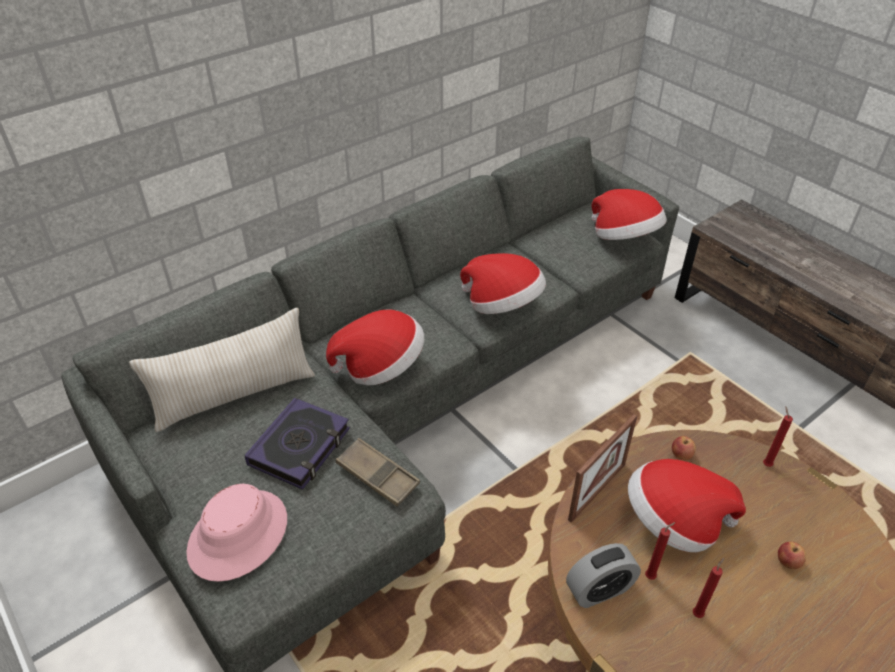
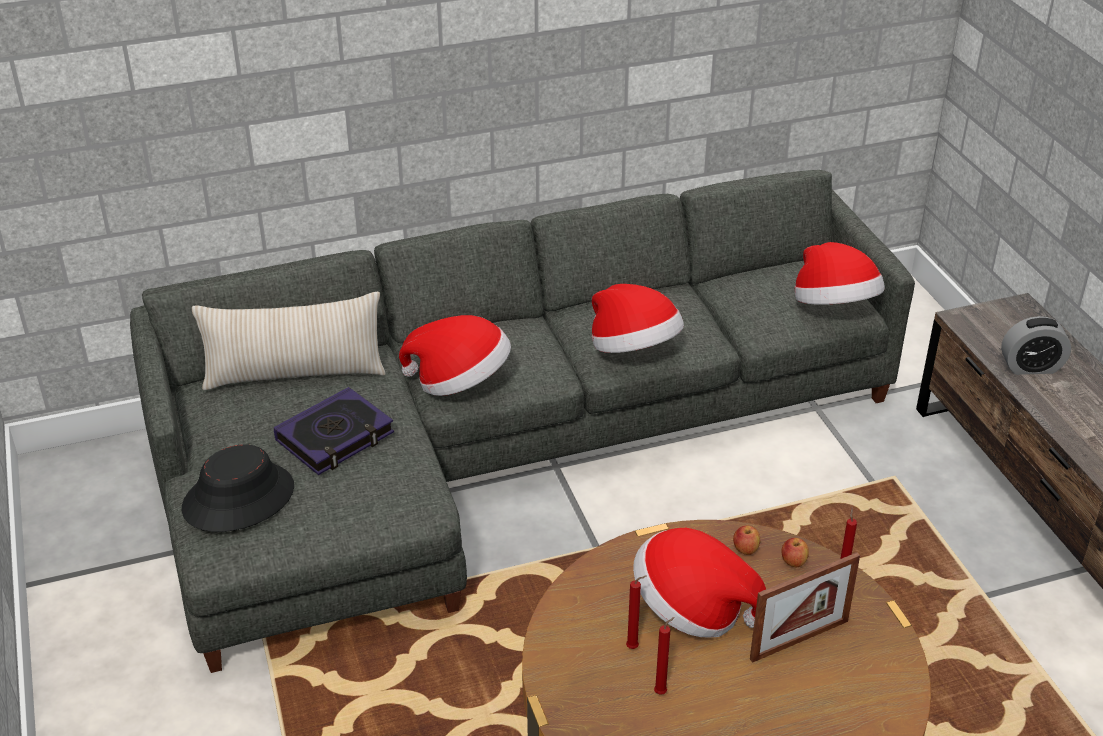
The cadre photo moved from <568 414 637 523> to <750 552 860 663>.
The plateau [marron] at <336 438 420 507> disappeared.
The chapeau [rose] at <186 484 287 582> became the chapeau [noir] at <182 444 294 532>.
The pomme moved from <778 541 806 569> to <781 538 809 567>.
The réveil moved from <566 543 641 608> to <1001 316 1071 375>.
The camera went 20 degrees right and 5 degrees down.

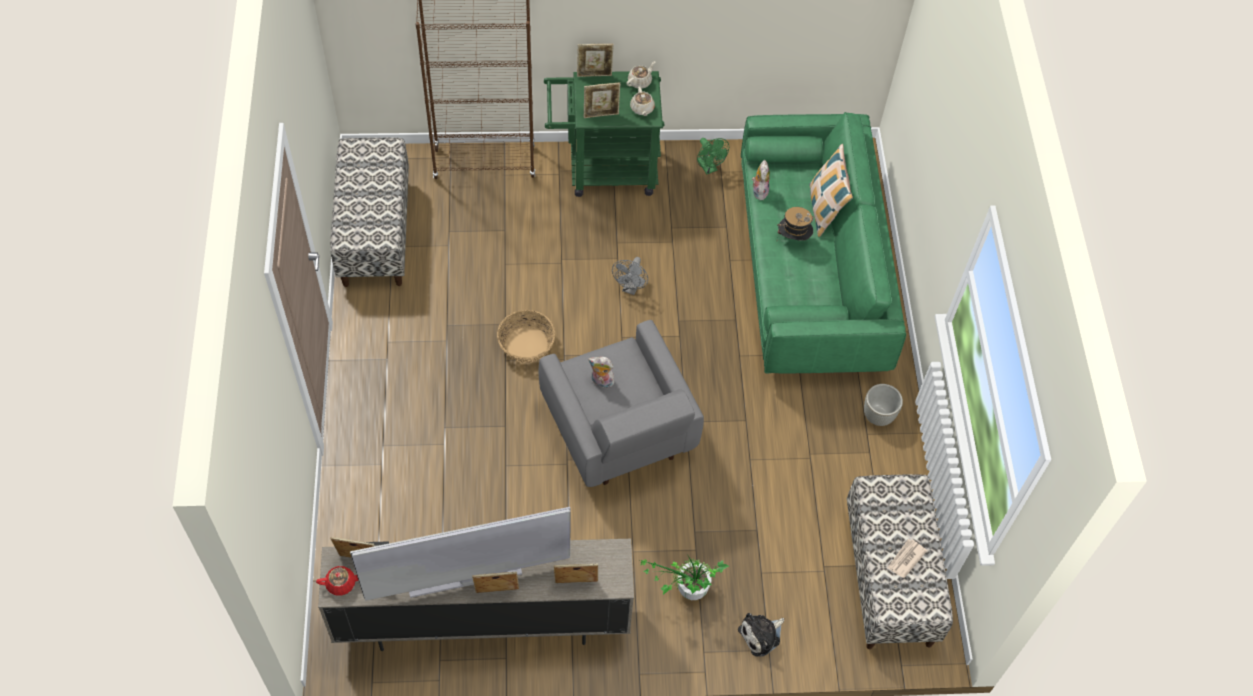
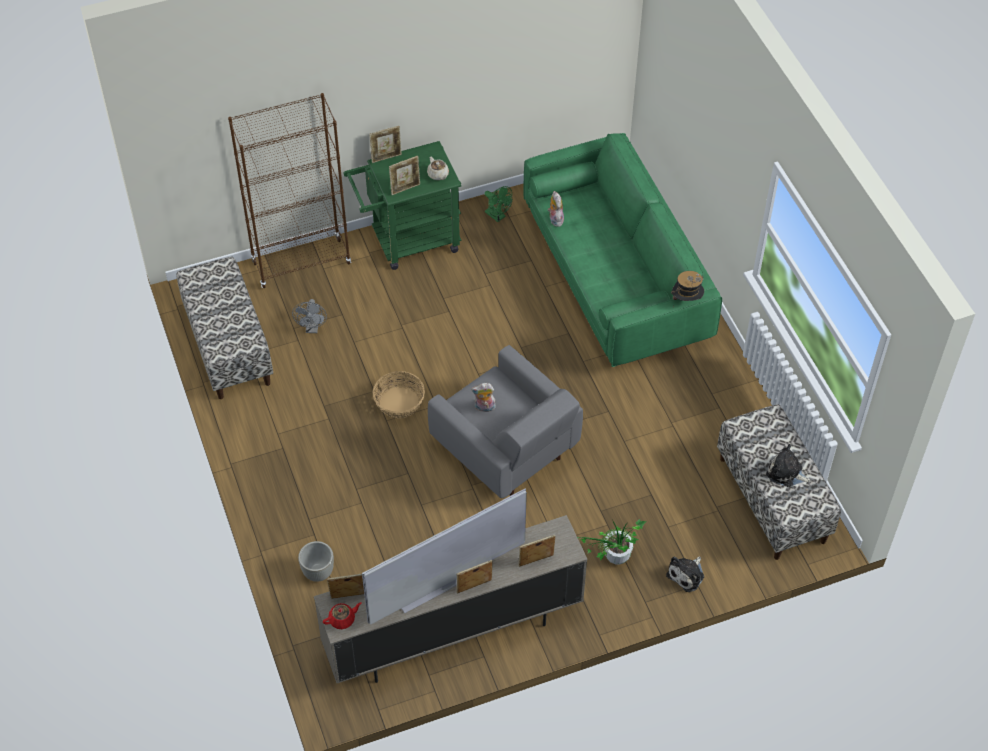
The théière [beige] at <626 61 655 89> disappeared.
The coussin at <809 144 853 237> disappeared.
The chapeau moved from <777 207 814 240> to <671 271 704 307>.
The ventilateur [gris] moved from <612 257 648 295> to <292 299 327 333>.
The cache-pot [gris] moved from <864 384 903 426> to <298 541 334 582>.
The journal at <887 539 927 578> was replaced by the peluche at <766 444 811 487>.
The camera went 15 degrees left and 5 degrees down.

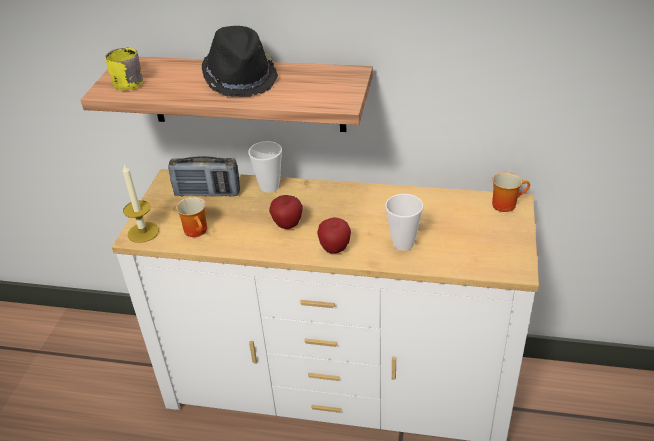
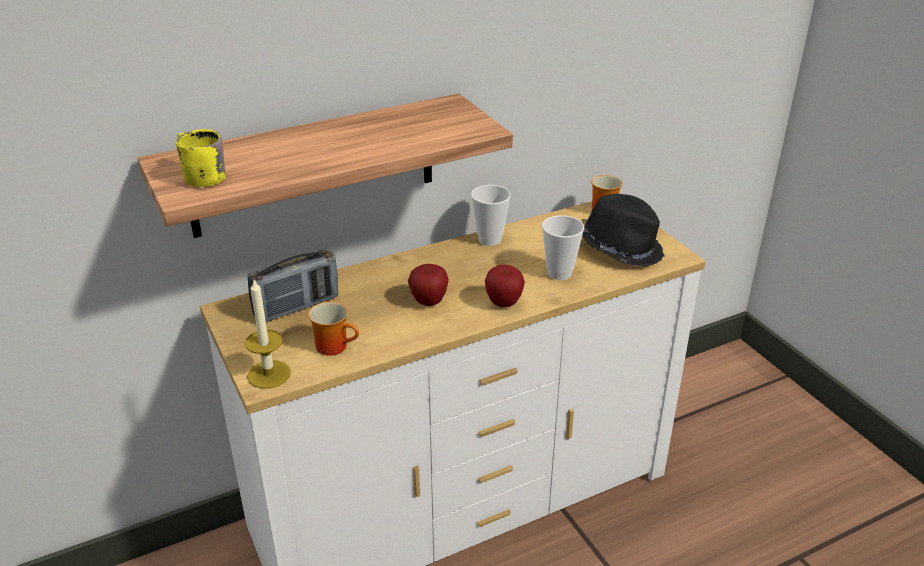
The chapeau [noir] moved from <202 26 278 97> to <581 194 665 267>.
The tasse moved from <248 141 282 192> to <471 185 511 246>.
The camera went 40 degrees left and 5 degrees down.

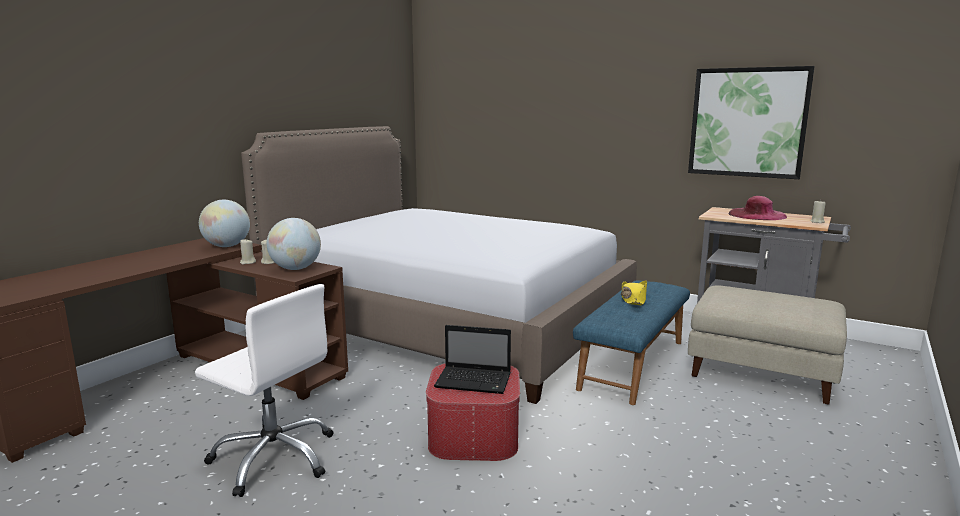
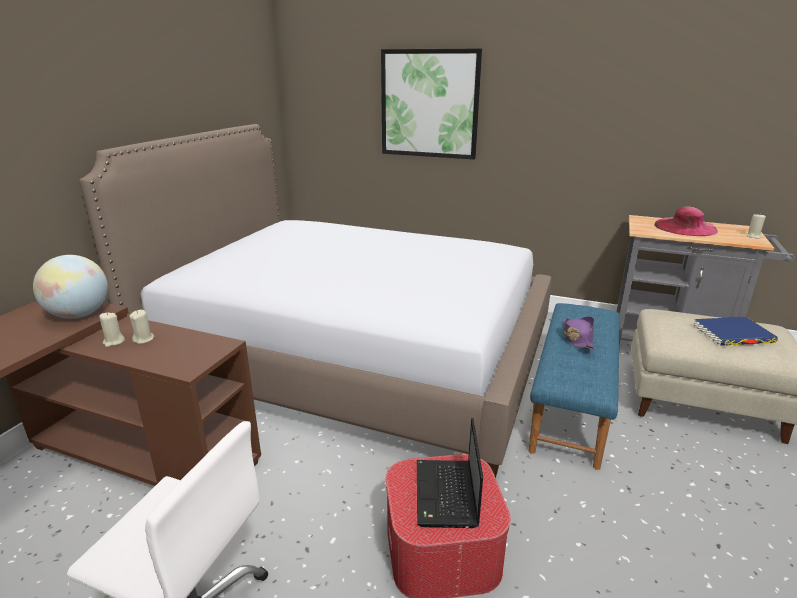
The tableau moved from <688 66 815 179> to <381 48 482 159>.
The globe at <267 218 321 270> disappeared.
The chapeau [jaune] at <621 280 647 305> became the chapeau [violet] at <563 316 595 350>.
The ordinateur portable at <434 325 511 394> turned 90 degrees clockwise.
The livre [bleu] at <693 317 778 346> appeared.
The camera went 10 degrees left and 10 degrees up.

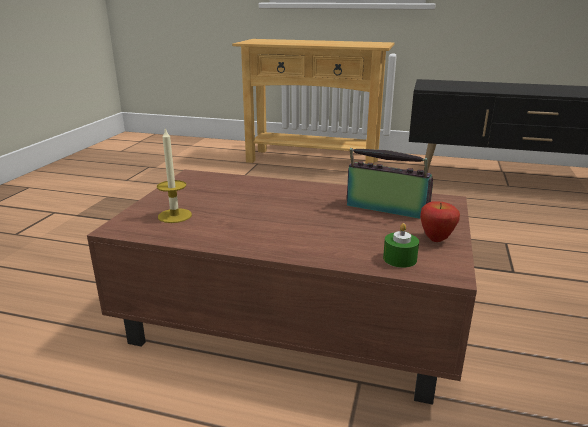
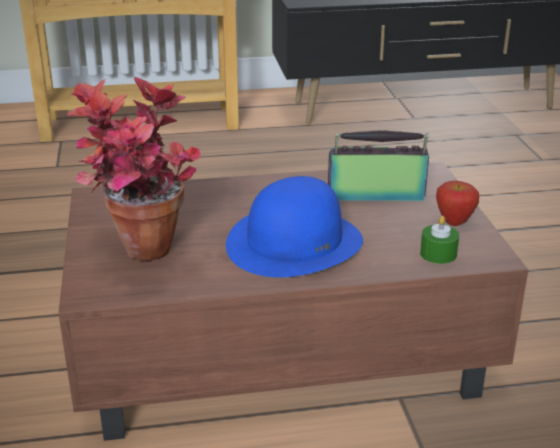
The bougie at <157 127 192 223> was replaced by the plante en pot at <67 77 201 261>.
The chapeau [bleu] at <226 176 363 277> appeared.
The camera went 25 degrees left and 5 degrees up.

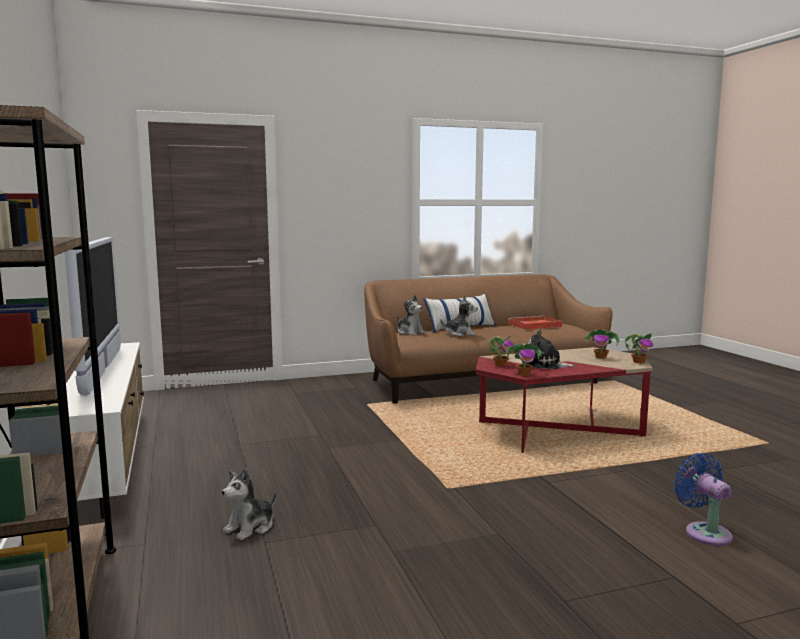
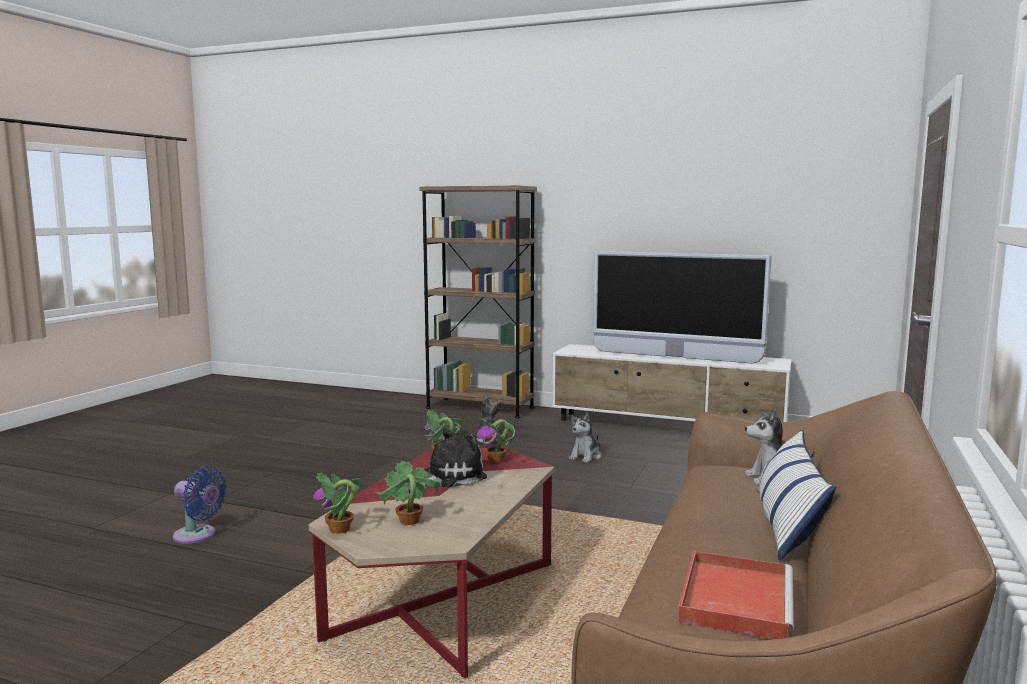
The peluche moved from <440 295 478 336> to <569 412 602 463>.
The camera went 130 degrees right and 0 degrees up.

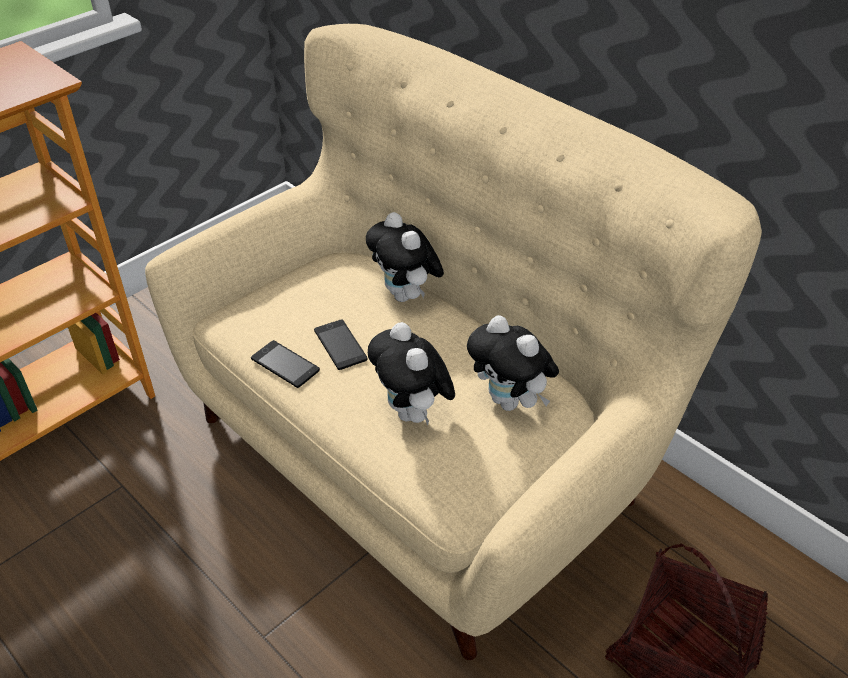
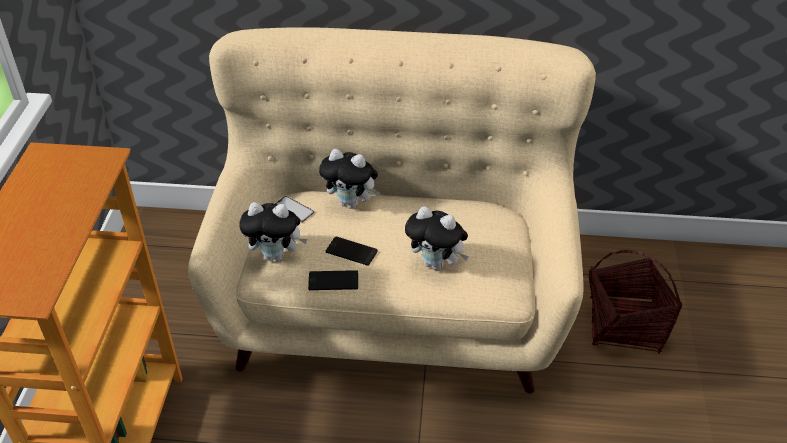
The peluche moved from <467 315 559 411> to <239 202 308 262>.
The téléphone at <275 196 314 222> appeared.
The camera went 40 degrees left and 0 degrees up.

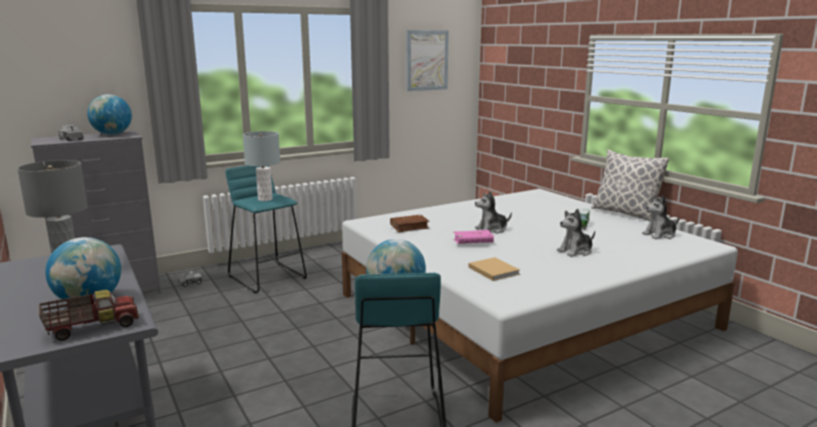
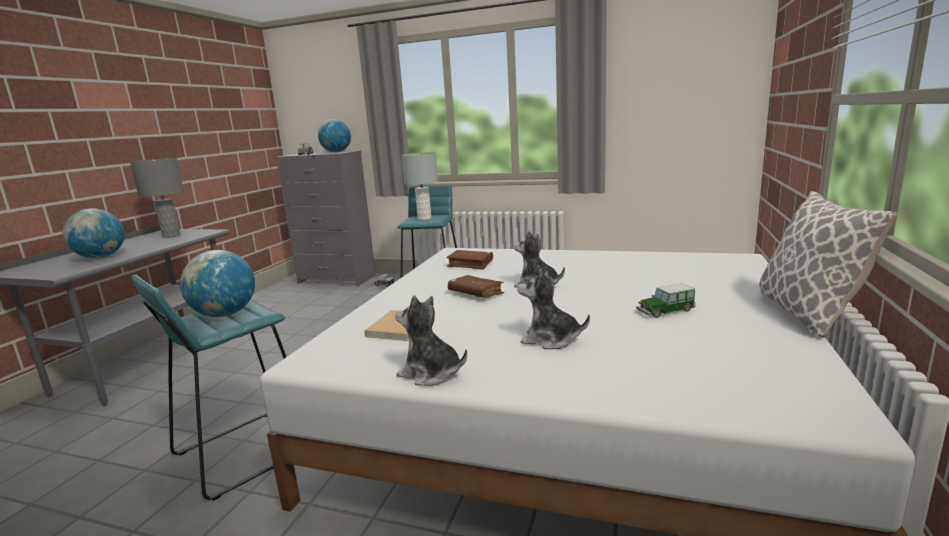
The tableau at <407 30 449 91> disappeared.
The peluche moved from <642 195 679 239> to <395 295 467 386>.
The livre [rose] at <454 230 494 244> became the livre [marron] at <448 275 504 298>.
The camion jouet at <39 290 139 341> disappeared.
The camera went 50 degrees right and 0 degrees up.

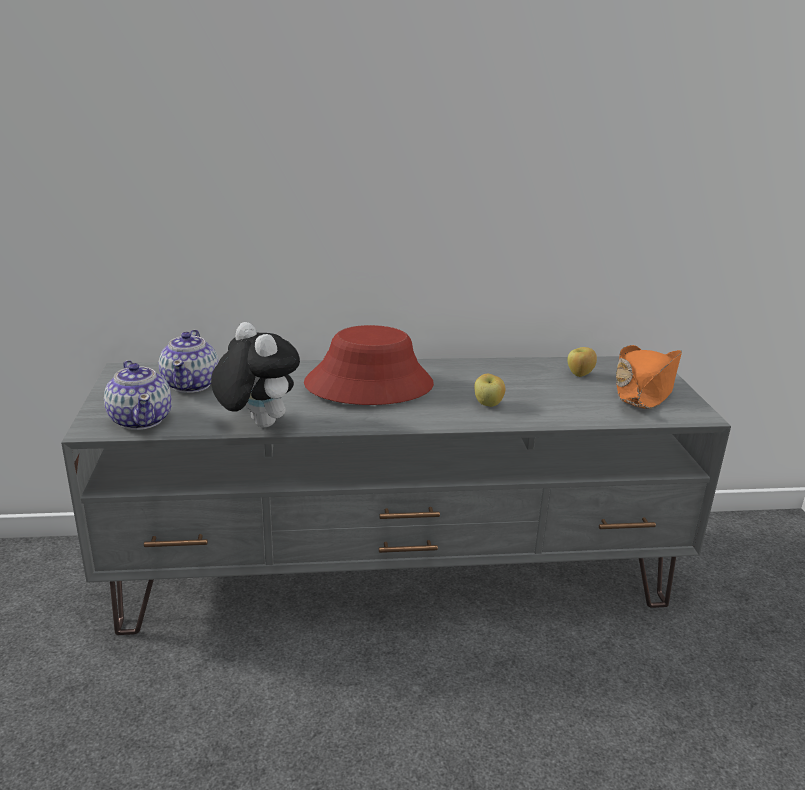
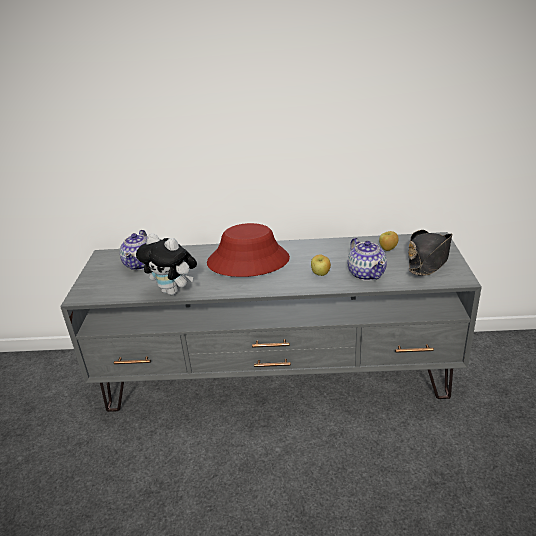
The peluche at <211 322 300 428> turned 150 degrees clockwise.
The chapeau [orange] at <616 345 682 409> became the chapeau [noir] at <408 230 452 276>.
The théière moved from <104 360 172 430> to <348 238 387 281>.
The camera went 10 degrees right and 5 degrees up.

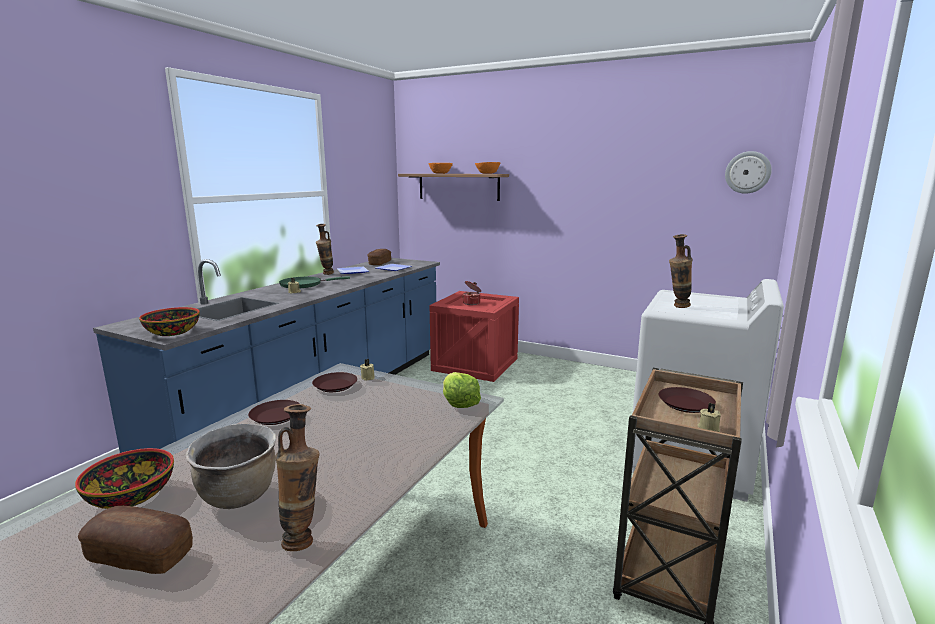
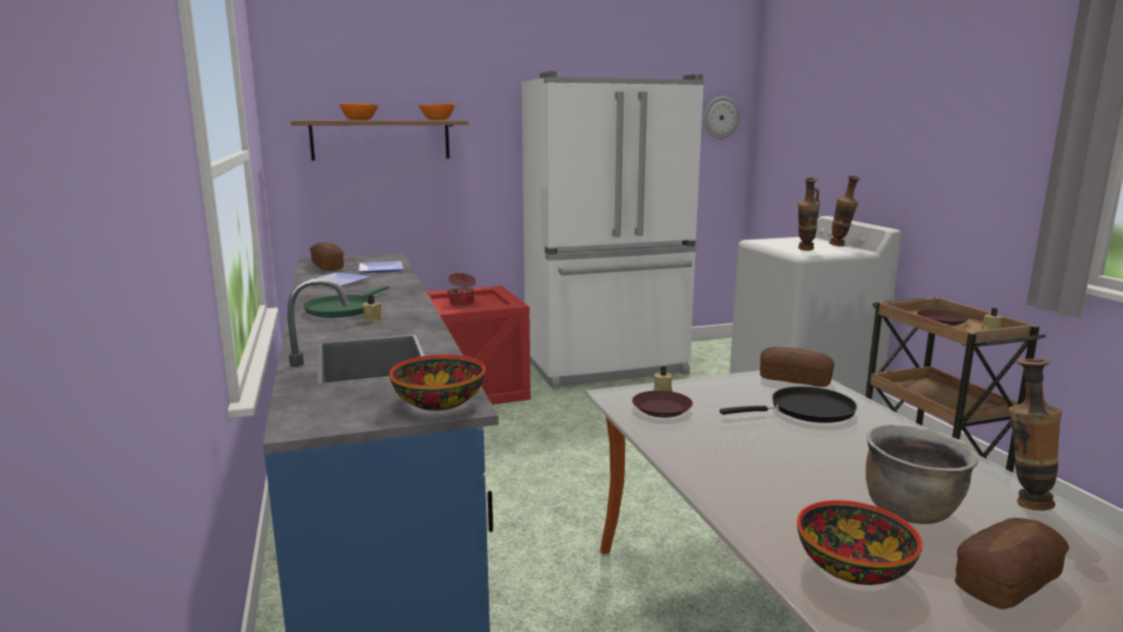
The vase moved from <316 224 334 275> to <829 176 861 247>.
The laitue at <443 372 481 408> was replaced by the pain at <760 347 835 387>.
The assiette [marron] at <248 400 300 425> disappeared.
The réfrigérateur [blanc] at <521 71 704 390> appeared.
The poêle [noir] at <720 386 857 423> appeared.
The camera went 45 degrees left and 0 degrees up.

